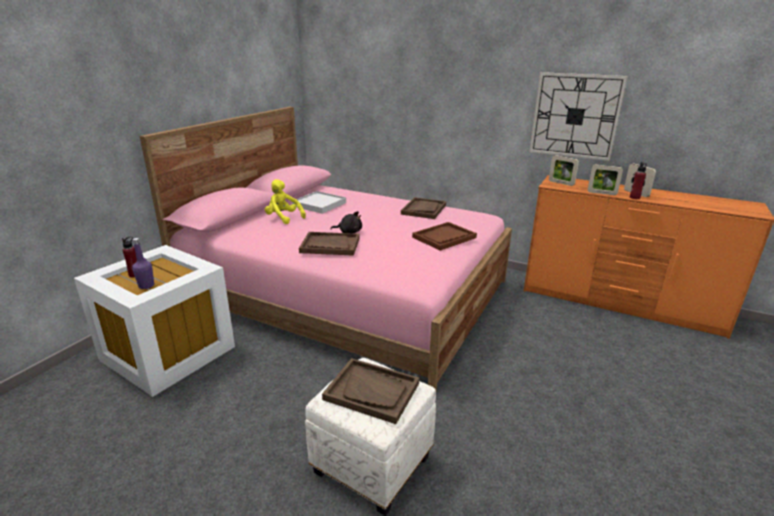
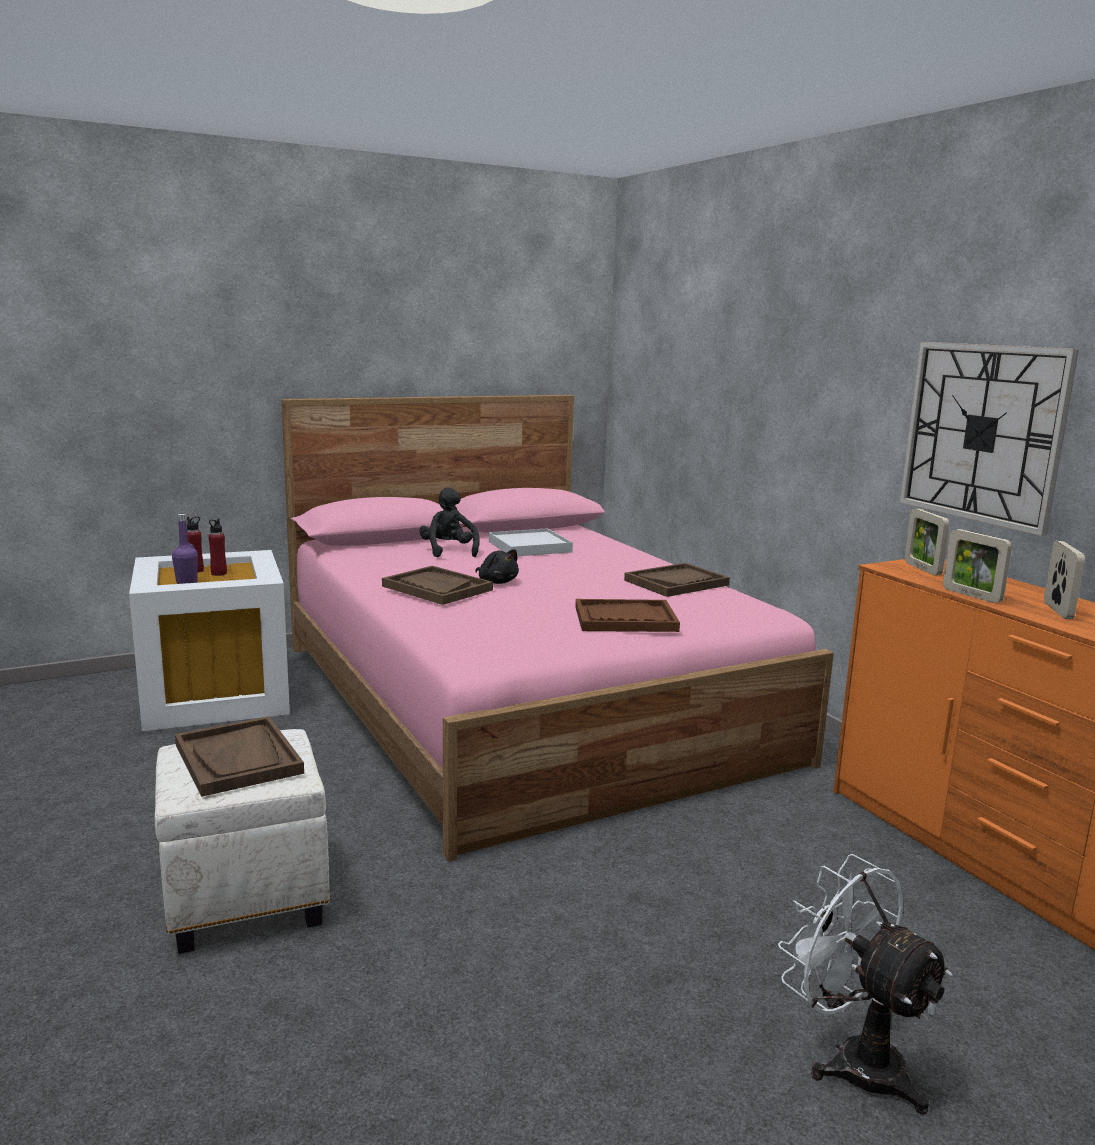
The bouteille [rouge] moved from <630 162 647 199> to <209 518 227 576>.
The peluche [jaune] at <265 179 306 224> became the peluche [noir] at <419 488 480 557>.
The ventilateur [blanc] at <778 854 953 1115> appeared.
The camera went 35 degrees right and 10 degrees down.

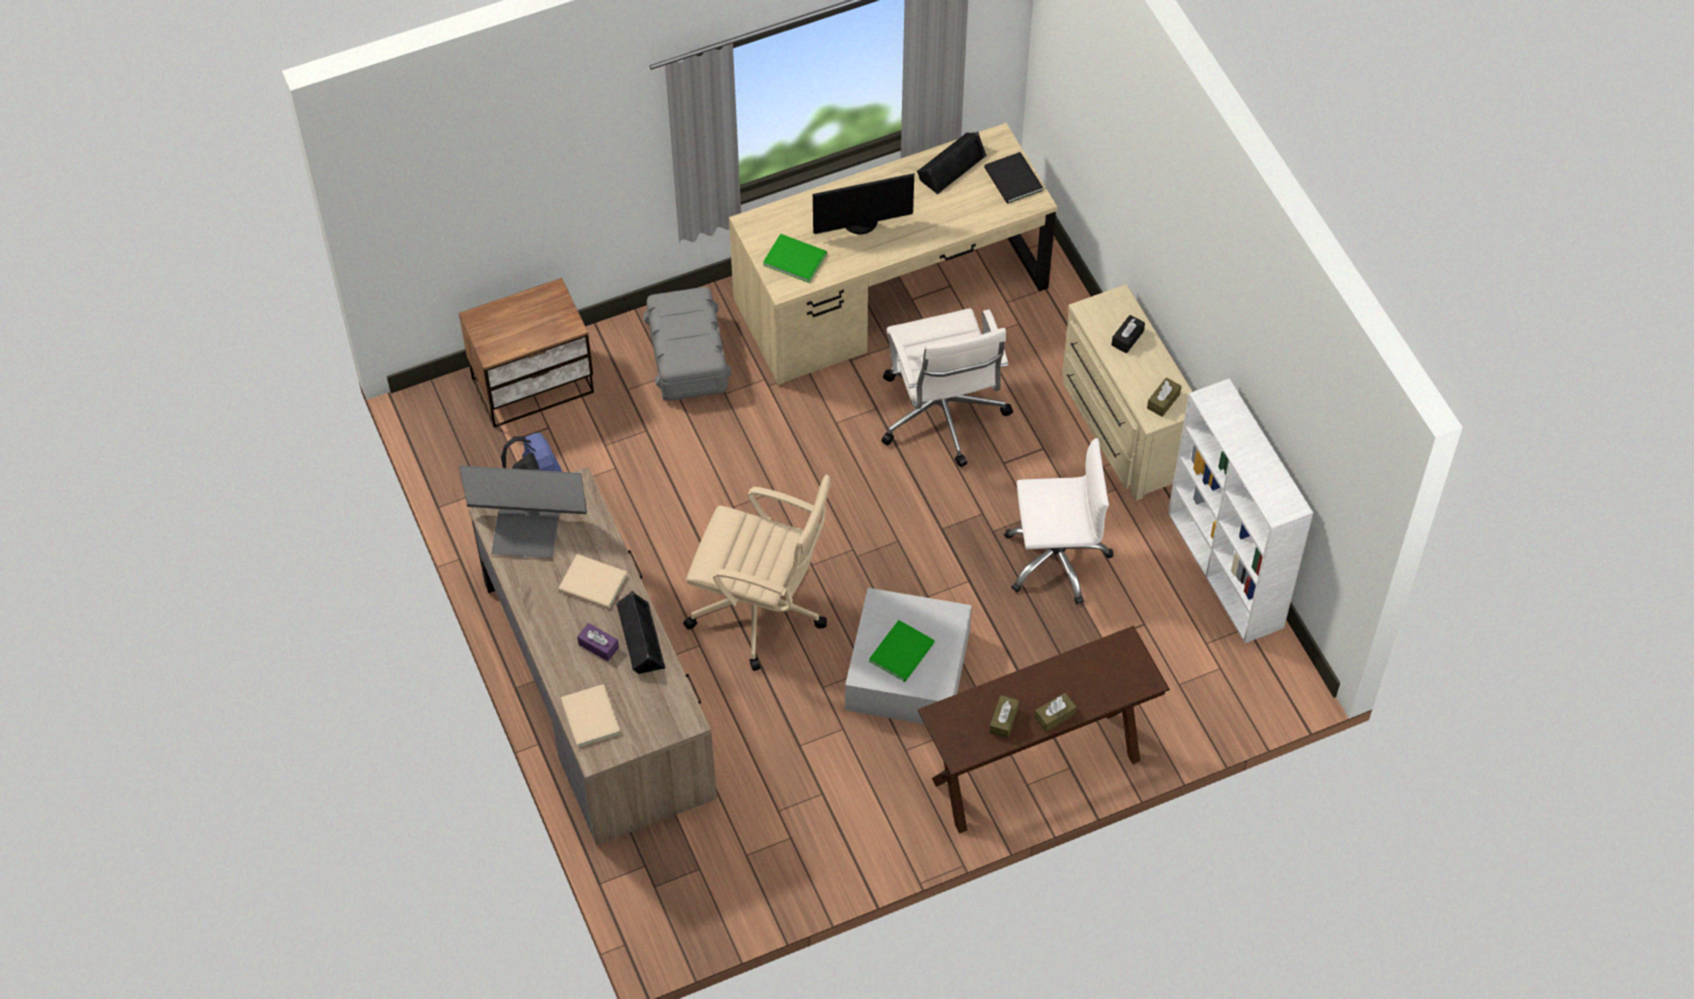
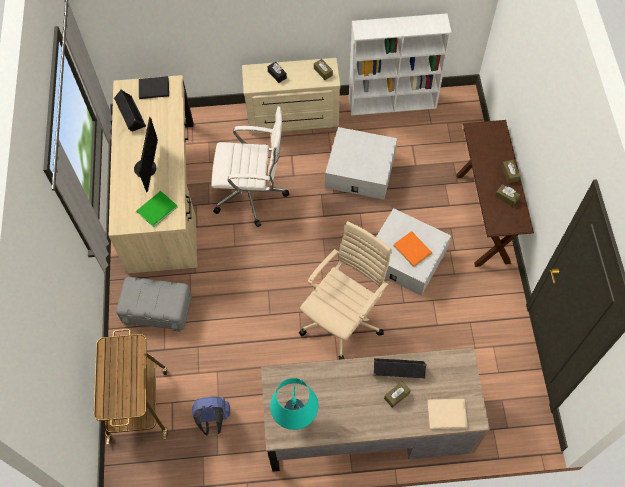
The table de chevet at <459 278 594 428> was replaced by the chariot at <94 329 168 445>.
The chaise de bureau [blanc] at <1004 438 1114 604> was replaced by the boîte de rangement [blanc] at <325 127 397 200>.
The écran d'ordinateur at <459 465 587 558> was replaced by the lampe de table [turquoise] at <270 378 318 430>.
The livre [beige] at <558 554 627 609> disappeared.
The livre [vert] at <869 620 935 682> became the livre [orange] at <393 231 432 267>.
The boîte à mouchoirs [violet] at <577 623 619 661> became the boîte à mouchoirs [marron] at <384 381 411 408>.
The camera went 70 degrees left and 5 degrees up.

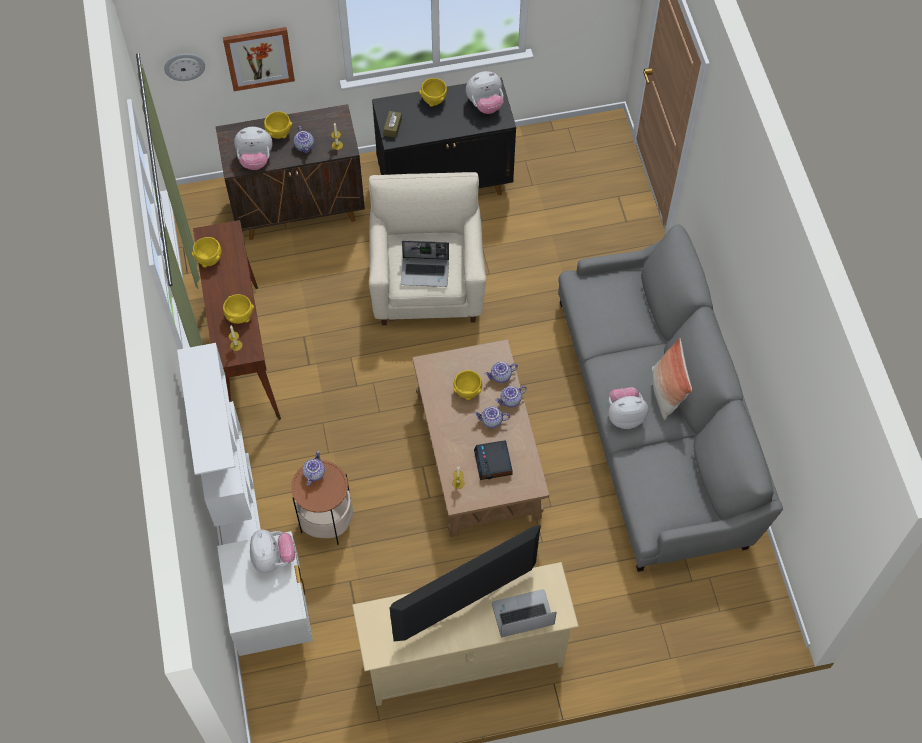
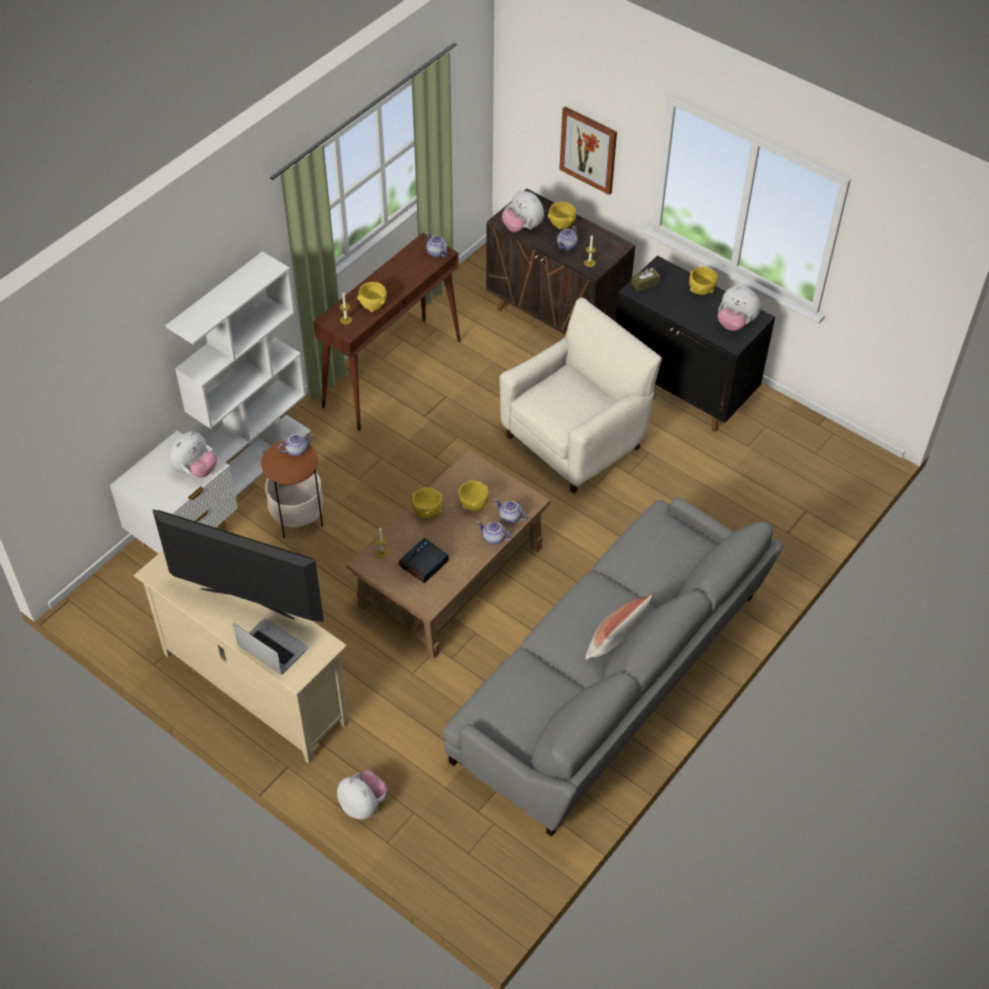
The horloge murale at <164 54 205 81> disappeared.
The bol [jaune] moved from <192 237 221 268> to <412 487 442 518>.
The ordinateur portable at <401 240 449 287> disappeared.
The peluche moved from <608 387 648 429> to <337 770 388 820>.
The théière moved from <474 406 510 428> to <426 232 447 257>.
The camera went 50 degrees right and 10 degrees down.

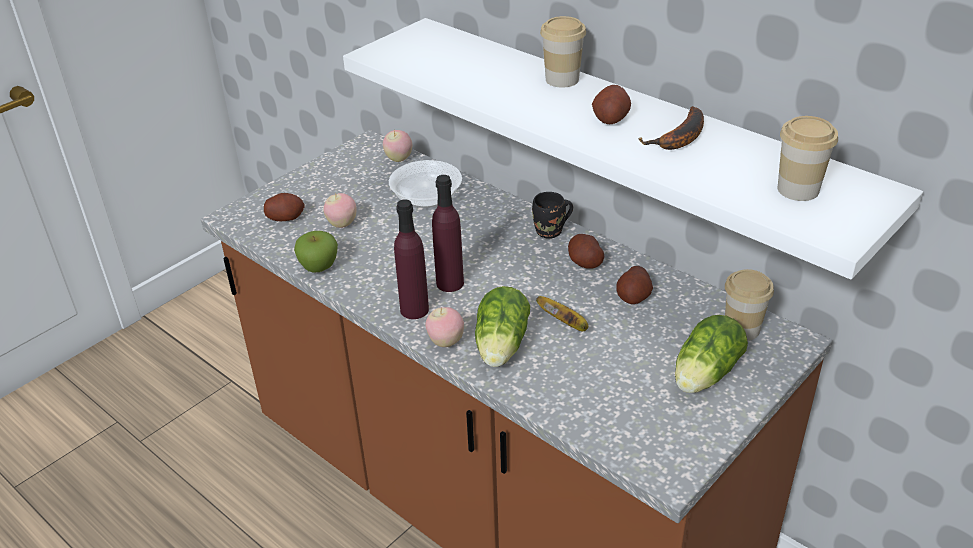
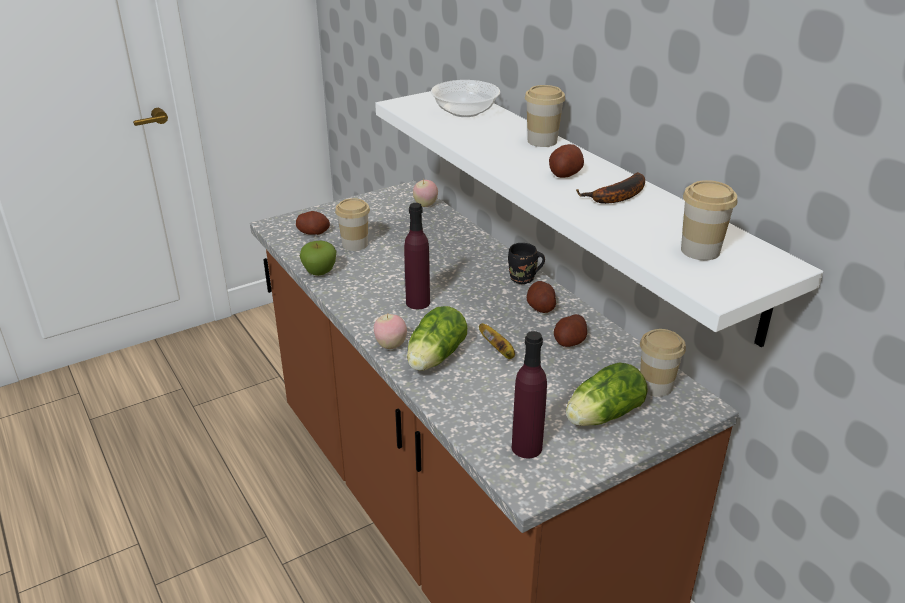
The bol moved from <389 160 462 208> to <431 80 500 117>.
The pomme at <323 193 356 228> was replaced by the tasse at <335 198 370 251>.
The bouteille [violet] moved from <394 199 429 319> to <512 331 547 458>.
The camera went 15 degrees right and 5 degrees down.

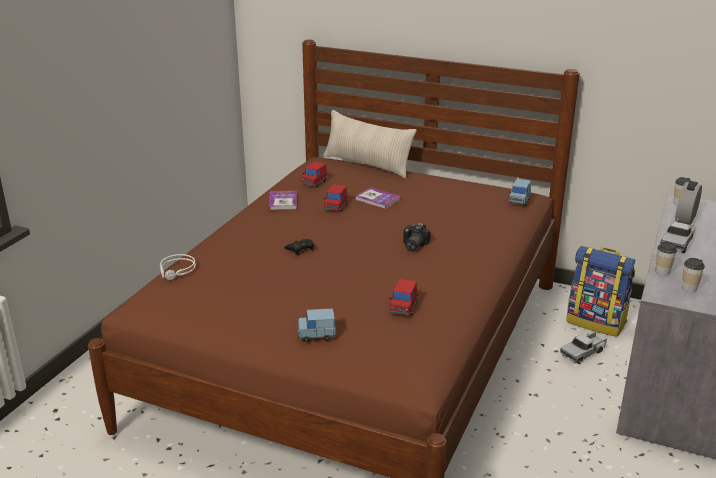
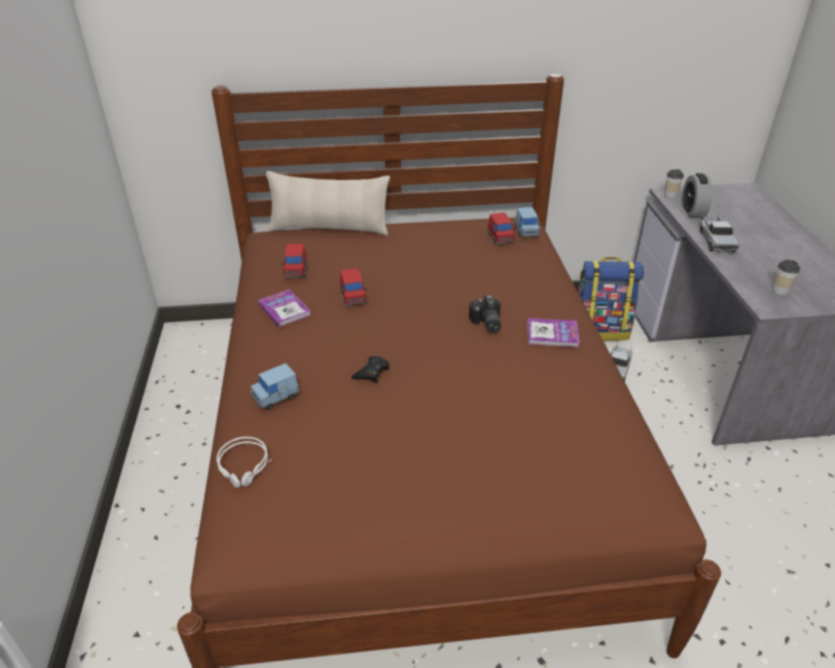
The livre moved from <355 188 401 209> to <527 318 580 347>.
The tasse at <656 242 677 275> disappeared.
The petite voiture [rouge] moved from <389 279 418 315> to <487 212 515 244>.
The petite voiture [bleu] moved from <297 309 336 342> to <251 363 300 409>.
The camera went 30 degrees left and 10 degrees up.

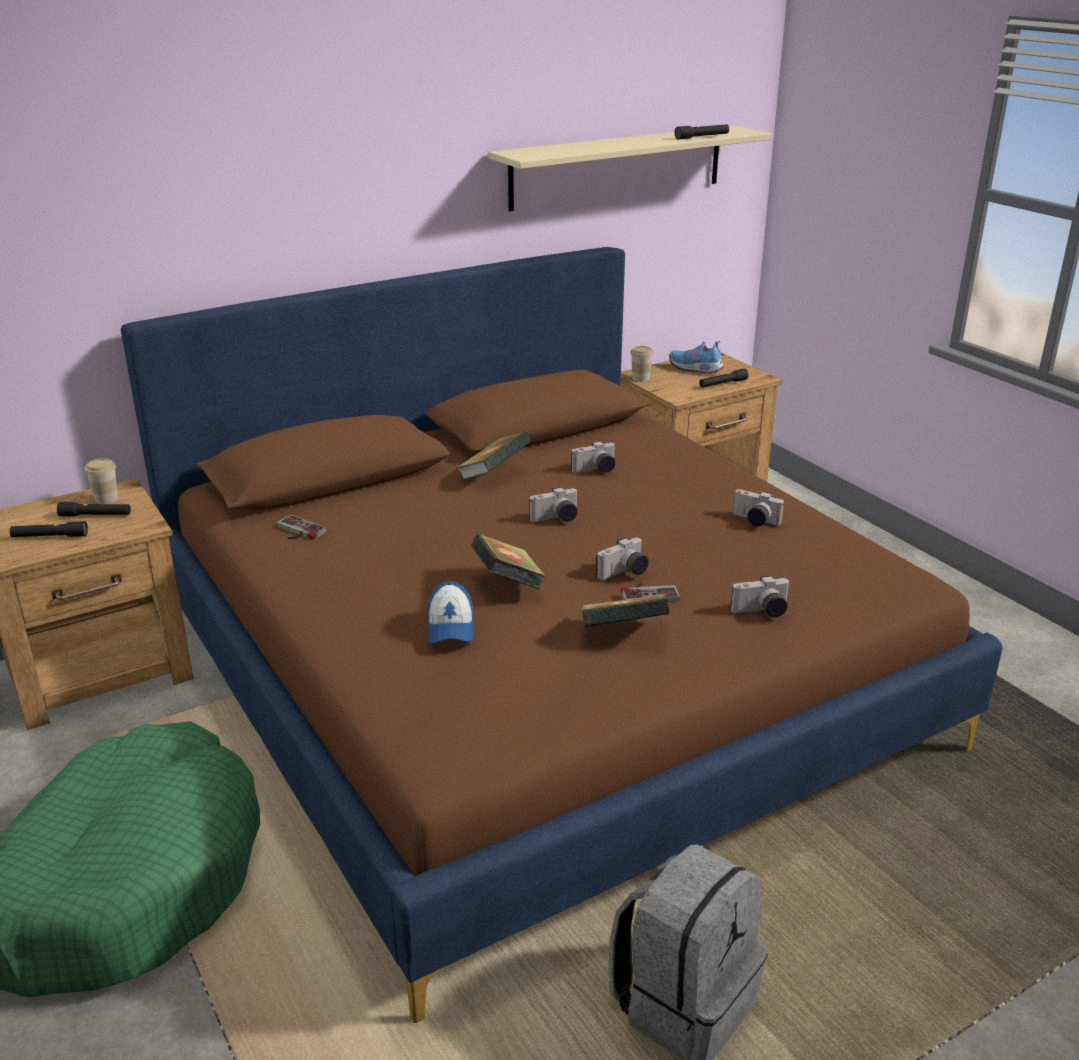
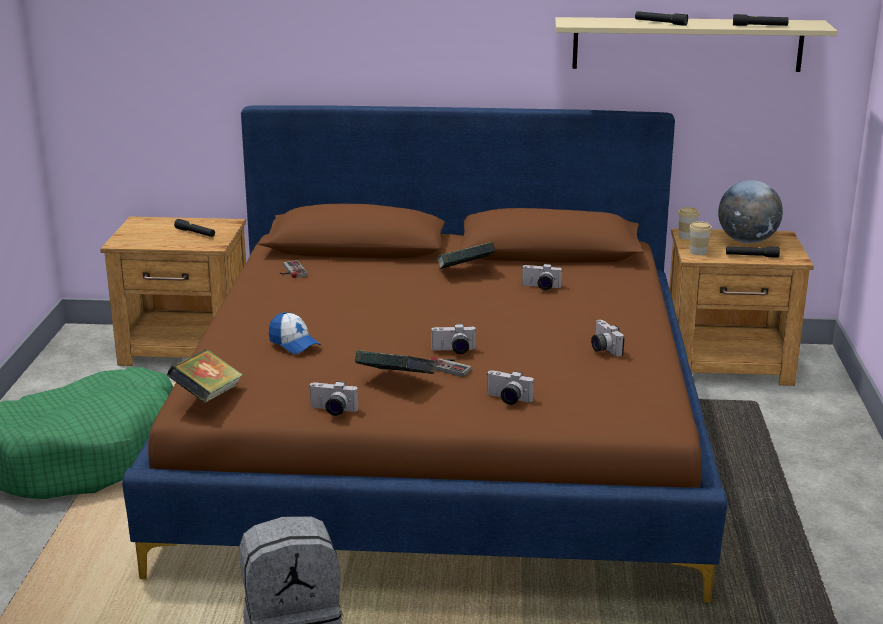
The chaussure at <669 341 723 374> was replaced by the globe at <718 180 783 243>.
The tasse moved from <85 458 118 504> to <689 221 712 255>.
The appareil photo moved from <529 487 577 522> to <309 381 358 416>.
The lampe de poche [noir] moved from <10 521 88 537> to <635 11 688 26>.
The livre moved from <471 534 547 590> to <167 349 243 403>.
The casquette at <428 581 474 644> turned 75 degrees counterclockwise.
The camera went 35 degrees right and 5 degrees down.

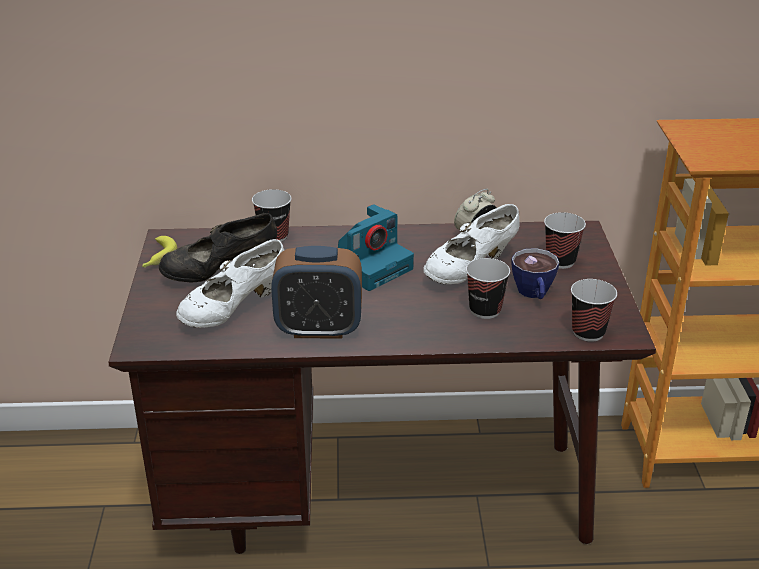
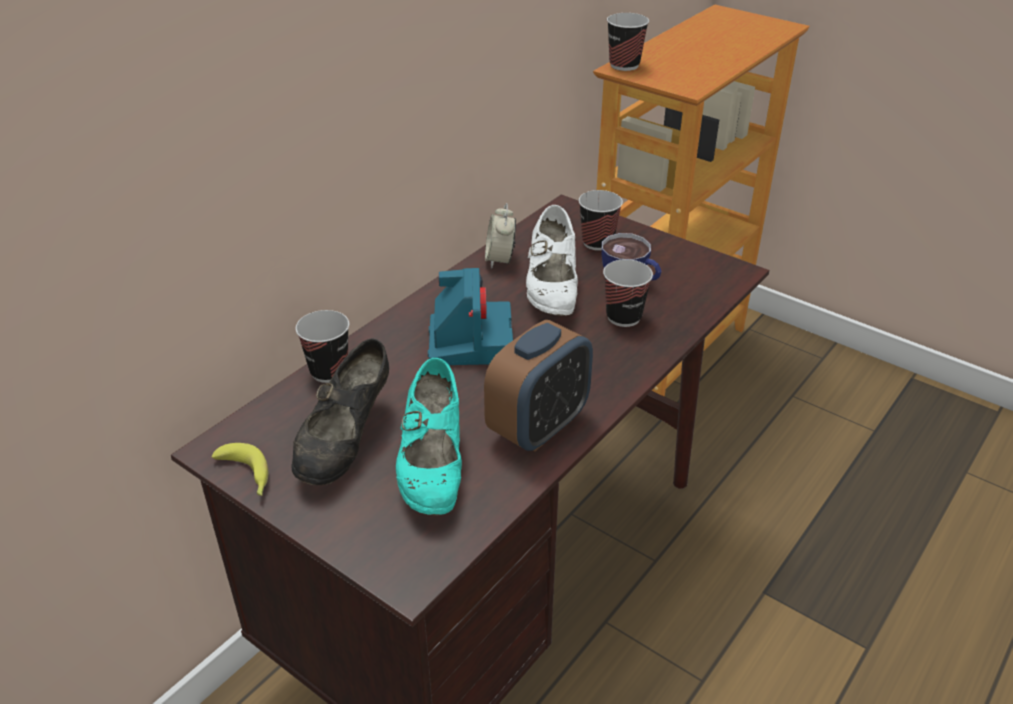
The chaussure [blanc] at <176 239 284 328> became the chaussure [turquoise] at <396 358 462 515>.
The tasse moved from <571 279 617 342> to <607 13 649 71>.
The camera went 50 degrees left and 5 degrees up.

